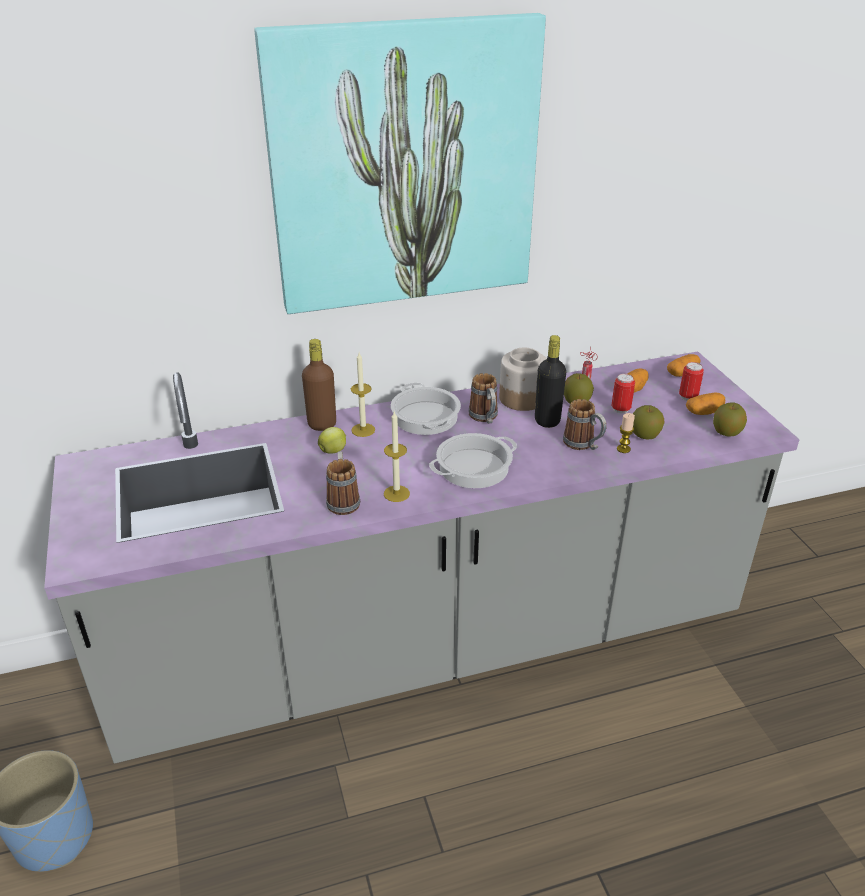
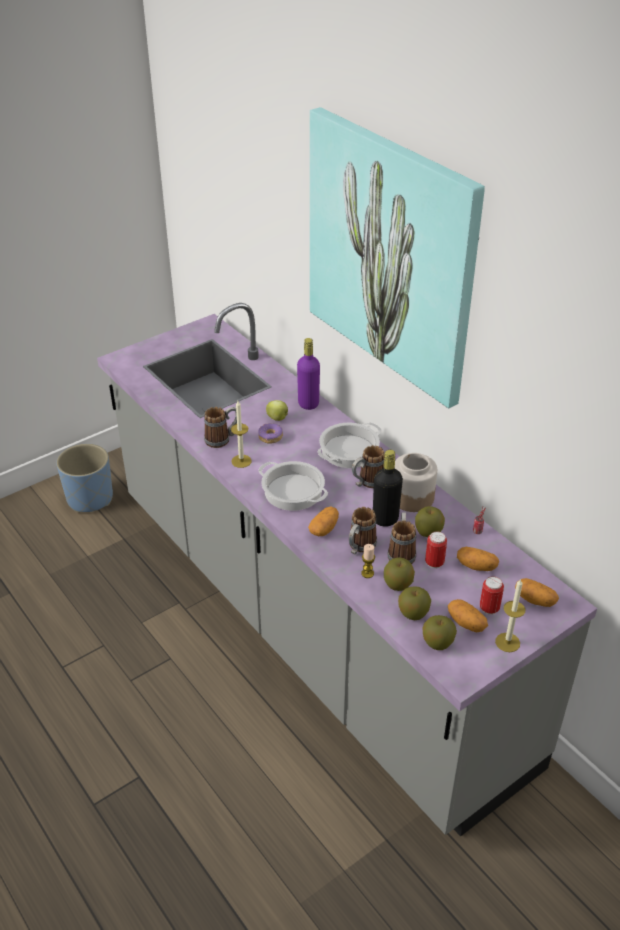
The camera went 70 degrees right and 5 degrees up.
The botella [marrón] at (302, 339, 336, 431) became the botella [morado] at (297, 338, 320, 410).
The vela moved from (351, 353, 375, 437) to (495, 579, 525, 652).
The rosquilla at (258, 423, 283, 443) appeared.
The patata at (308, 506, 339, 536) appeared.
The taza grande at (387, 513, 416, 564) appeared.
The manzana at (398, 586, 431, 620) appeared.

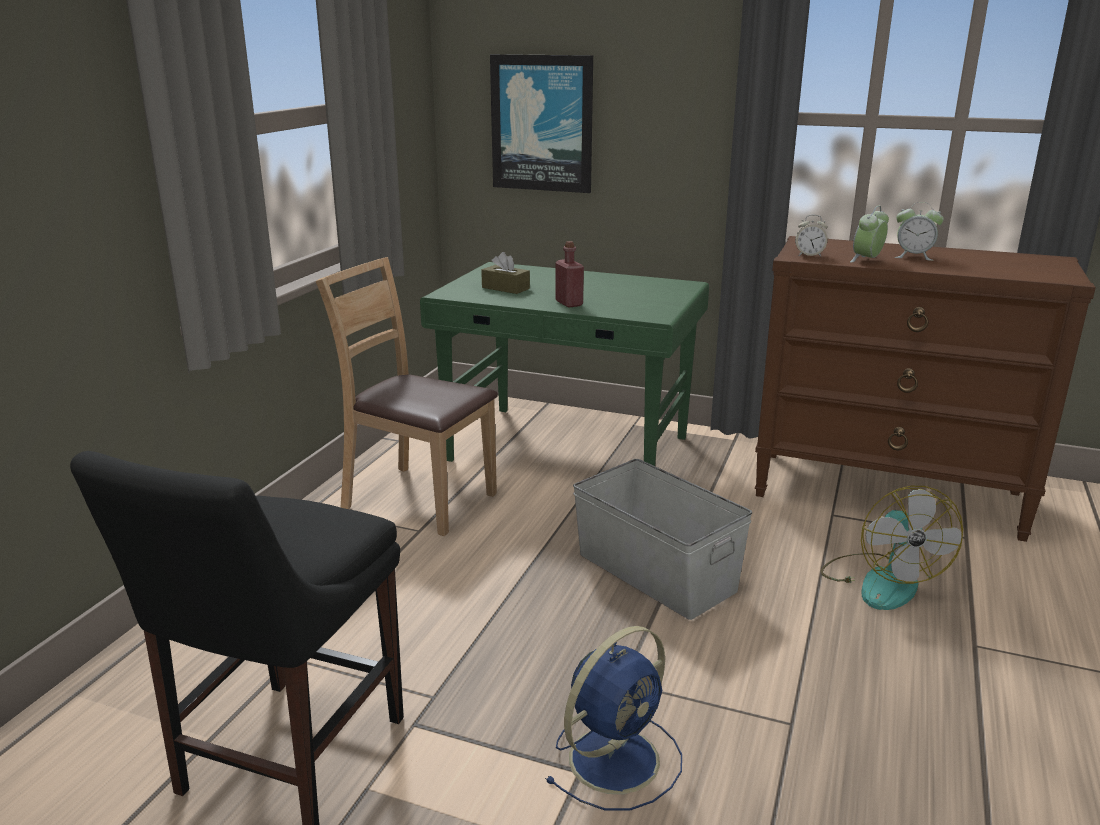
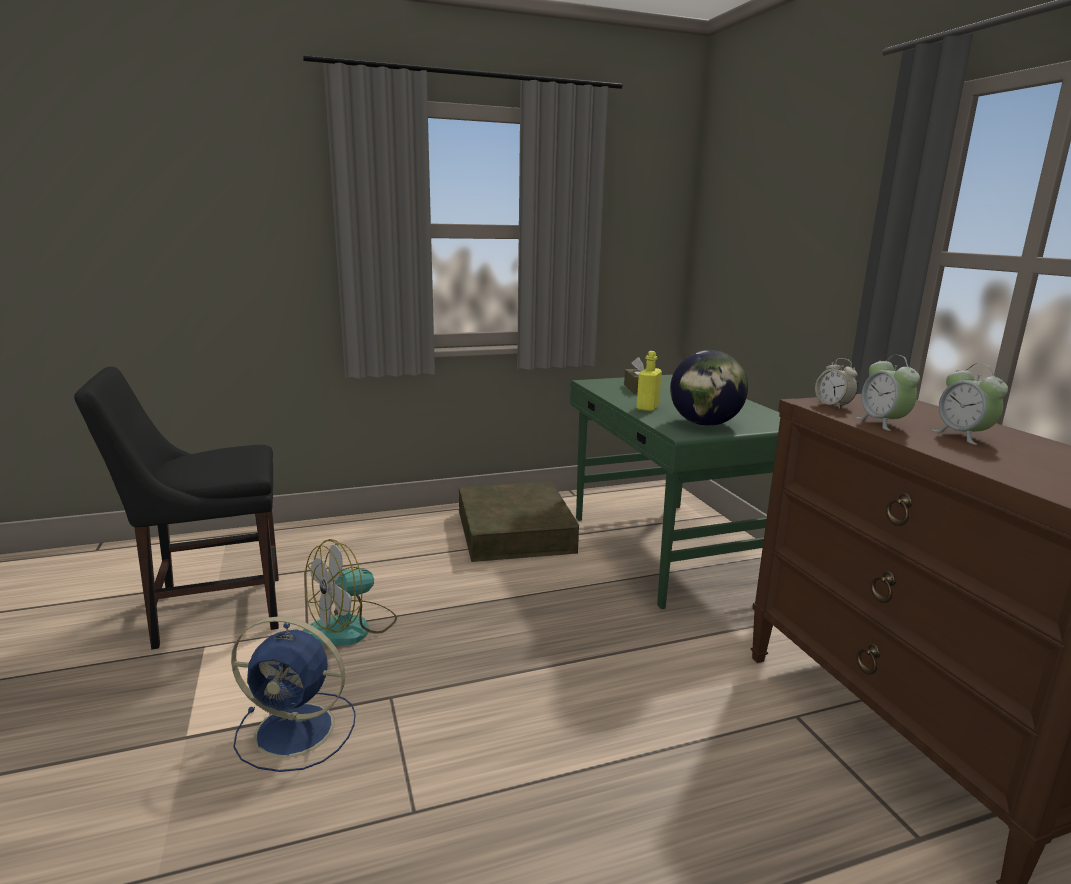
The camera went 50 degrees right and 5 degrees down.
The cuadro at (490, 54, 593, 193) disappeared.
The despertador at (850, 206, 889, 263) turned 105 degrees counterclockwise.
The botella [rojo] at (555, 241, 584, 308) became the botella [amarillo] at (637, 351, 662, 411).
The silla [marrón] at (316, 257, 498, 536) was replaced by the caja de almacenaje [marrón] at (459, 481, 579, 562).
The caja de almacenaje [gris] at (573, 459, 752, 620) disappeared.
The ventilador moved from (820, 486, 963, 610) to (303, 539, 397, 645).
The globo terráqueo at (670, 350, 748, 426) appeared.

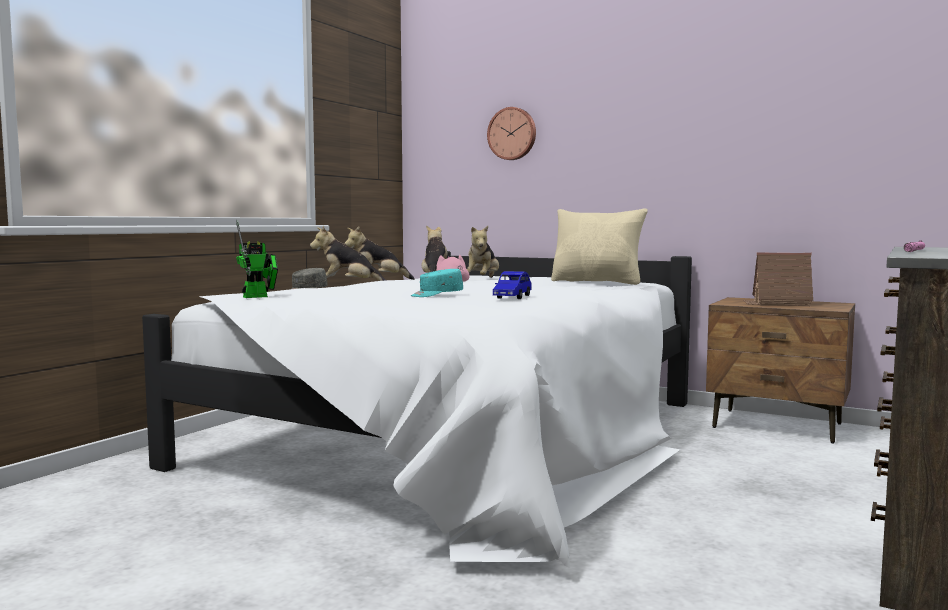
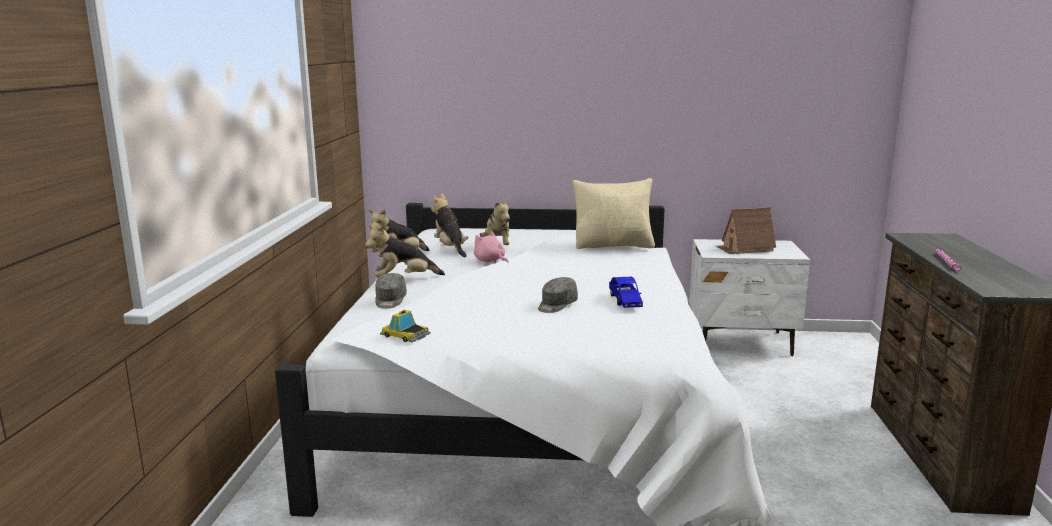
The camera went 25 degrees left and 10 degrees up.
The reloj de pared at (487, 107, 536, 160) disappeared.
The robot de juguete at (236, 220, 278, 298) was replaced by the coche de juguete at (380, 310, 431, 342).
The gorra [turquesa] at (411, 269, 463, 297) became the gorra [gris] at (538, 277, 578, 313).
The mesita de noche [marrón] at (706, 297, 855, 444) became the mesita de noche [blanco] at (689, 239, 810, 356).

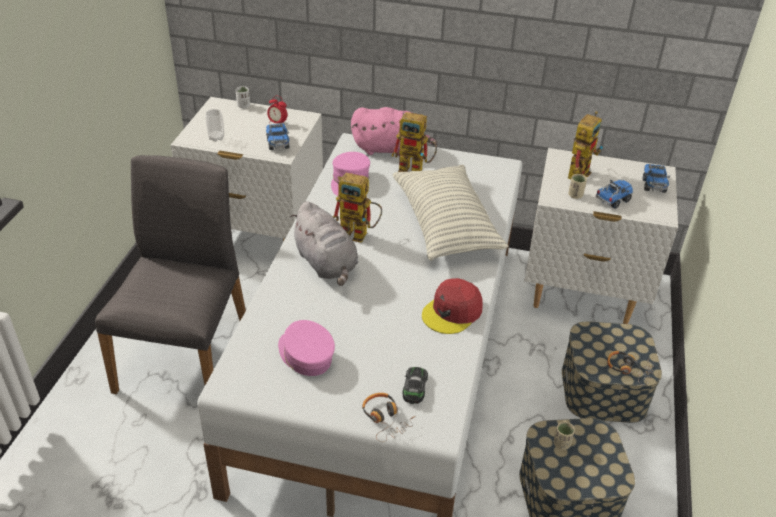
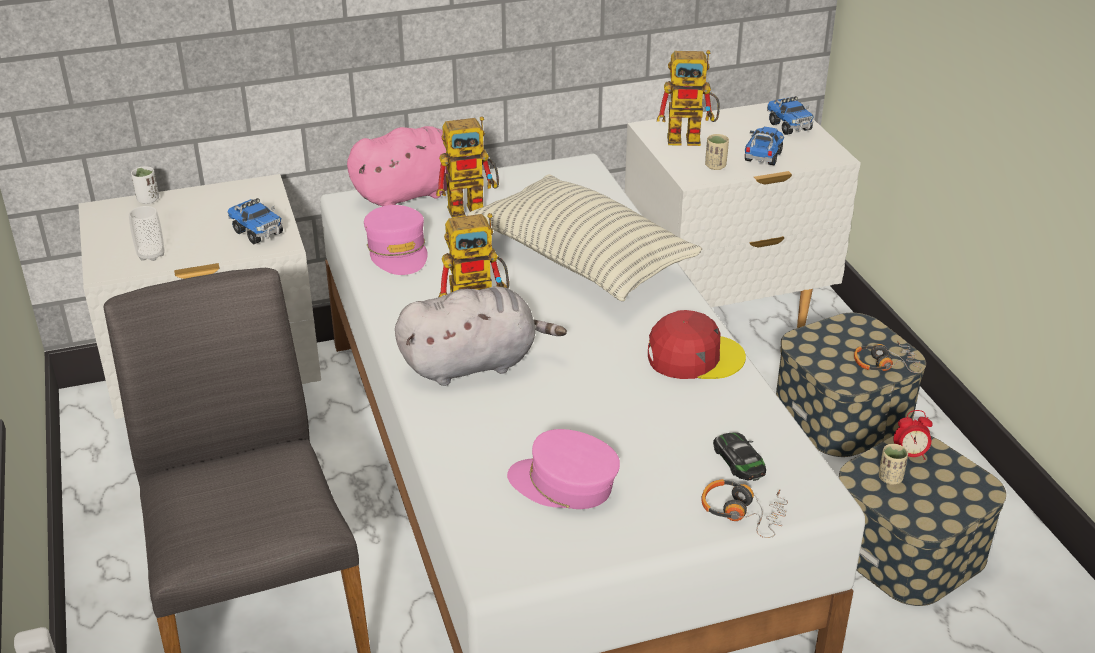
The camera went 30 degrees left and 5 degrees down.
The despertador moved from (267, 95, 287, 123) to (894, 410, 933, 460).
The robot de juguete at (568, 111, 603, 179) turned 90 degrees clockwise.
The peluche [gris] at (290, 201, 358, 286) turned 45 degrees counterclockwise.
The gorra [rojo] at (422, 278, 483, 334) turned 105 degrees counterclockwise.

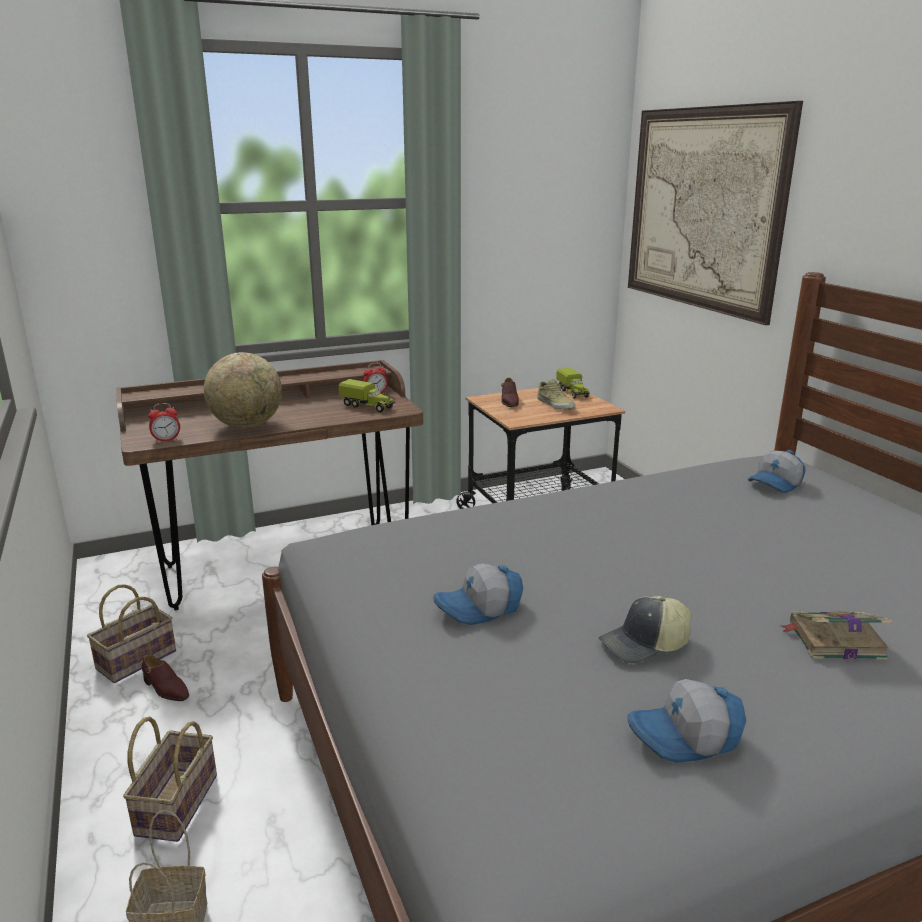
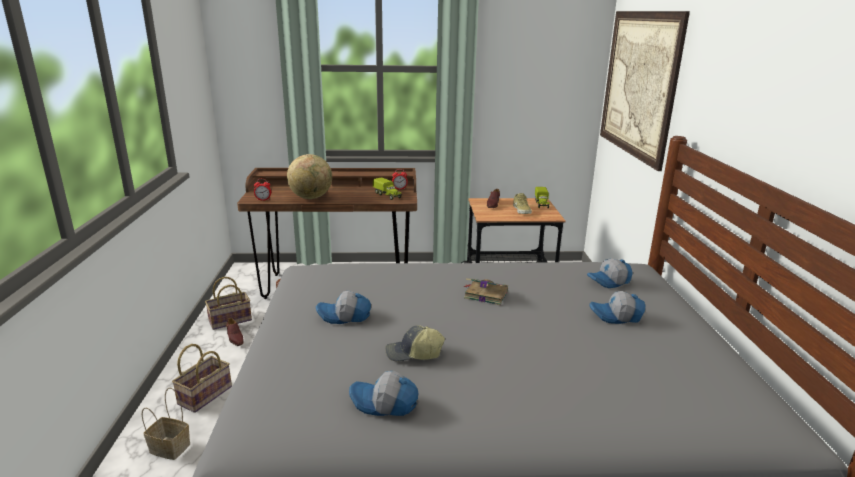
The camera went 20 degrees right and 0 degrees up.
The libro moved from (780, 611, 893, 660) to (463, 278, 508, 305).
The gorra at (589, 291, 645, 324) appeared.

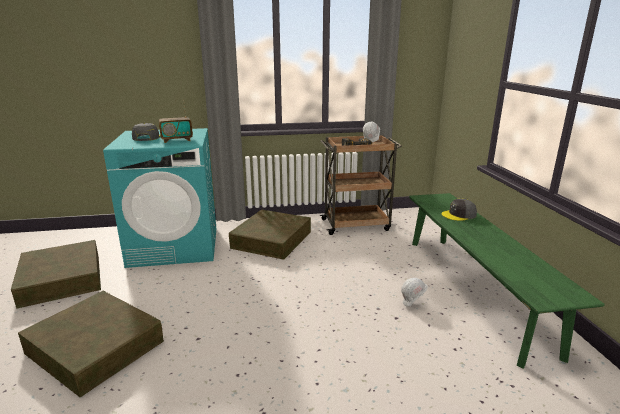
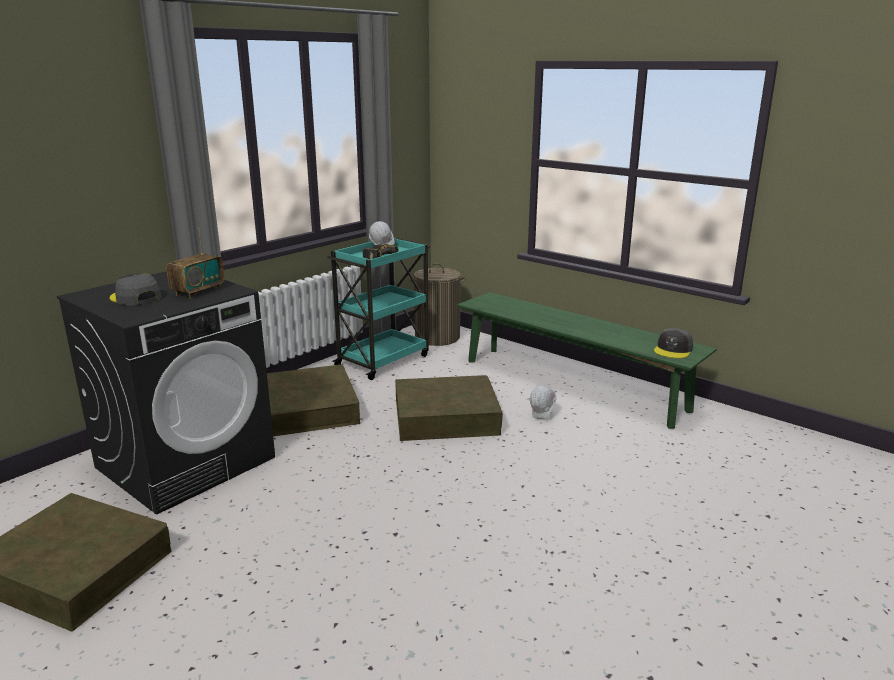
The camera went 40 degrees left and 0 degrees up.
The lavadora [turquesa] at (103, 128, 216, 268) became the lavadora [negro] at (57, 271, 275, 515).
The carrito [marrón] at (319, 135, 402, 235) became the carrito [turquesa] at (327, 238, 430, 380).
The gorra [gris] moved from (441, 198, 477, 221) to (654, 328, 693, 358).
The caja de almacenaje [marrón] moved from (18, 291, 164, 397) to (395, 375, 503, 441).
The cesto de la ropa at (408, 263, 467, 346) appeared.

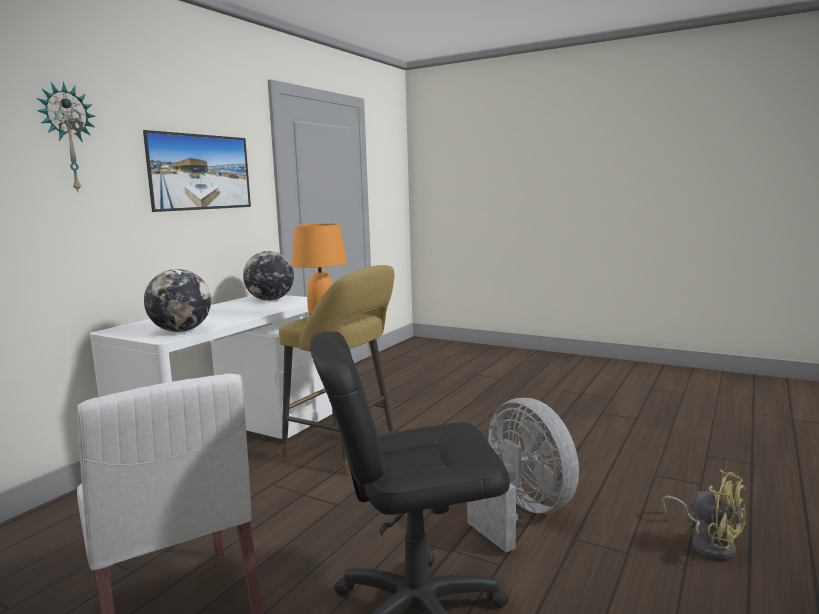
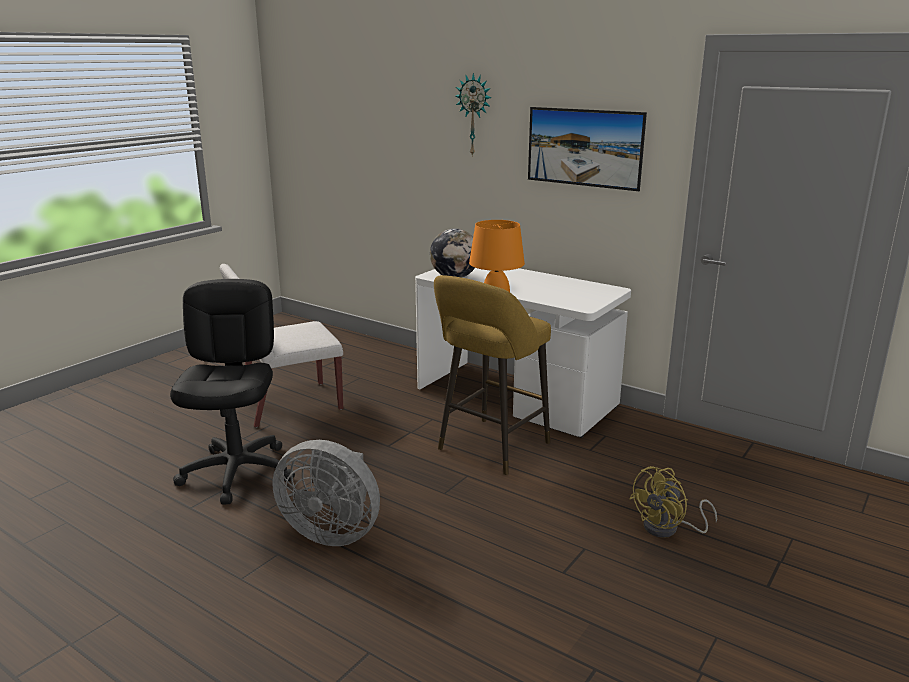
The camera went 95 degrees right and 10 degrees up.
The globo terráqueo at (243, 251, 294, 301) disappeared.
The ventilador [gris] at (467, 398, 579, 553) turned 45 degrees clockwise.
The ventilador [amarillo] moved from (662, 470, 746, 560) to (629, 466, 717, 538).

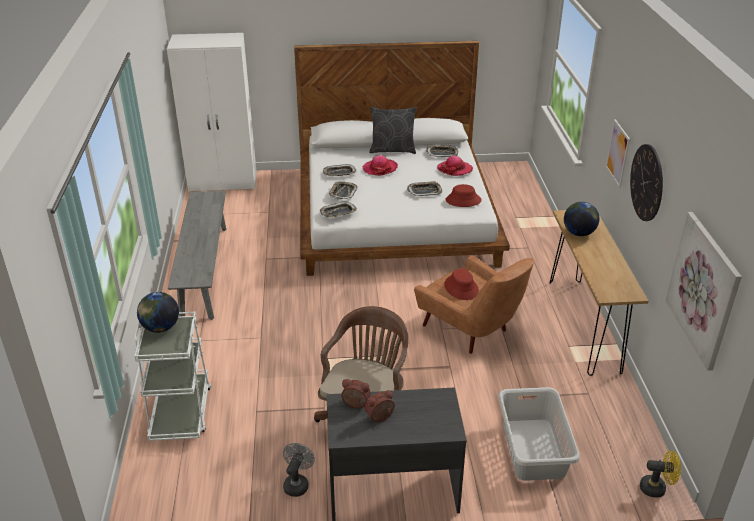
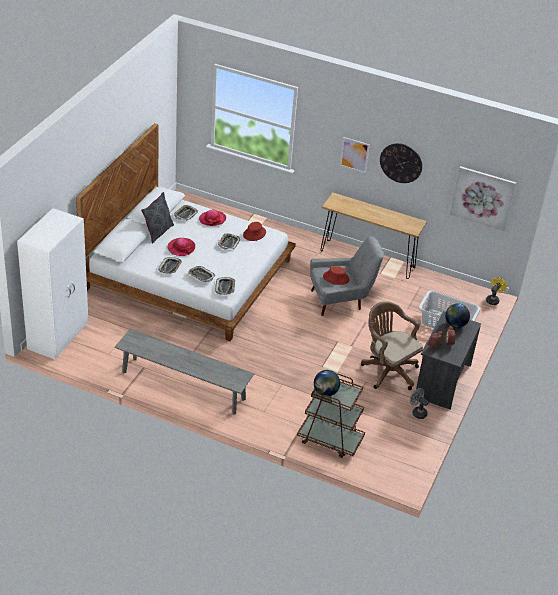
The camera went 65 degrees left and 5 degrees up.
The globo terráqueo moved from (564, 202, 599, 236) to (445, 303, 470, 328).
The sillón [marrón] at (414, 256, 534, 354) became the sillón [gris] at (310, 236, 384, 316).
The carrito [blanco] at (134, 312, 211, 441) became the carrito [marrón] at (297, 373, 365, 458).

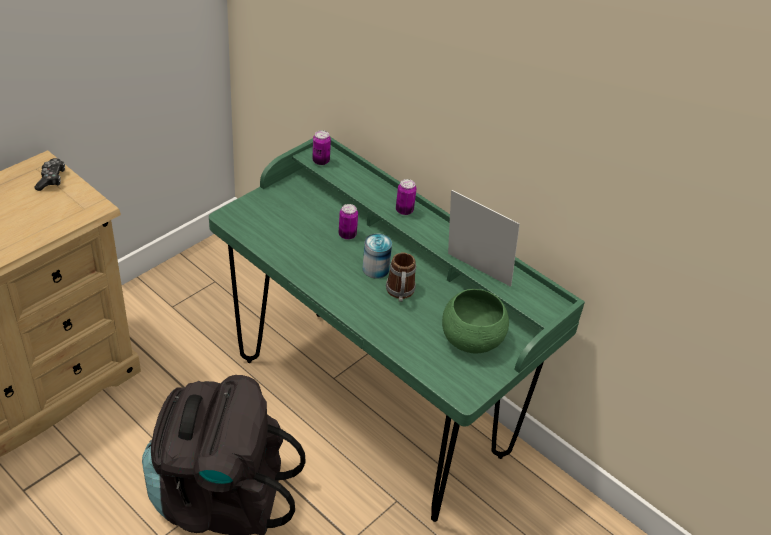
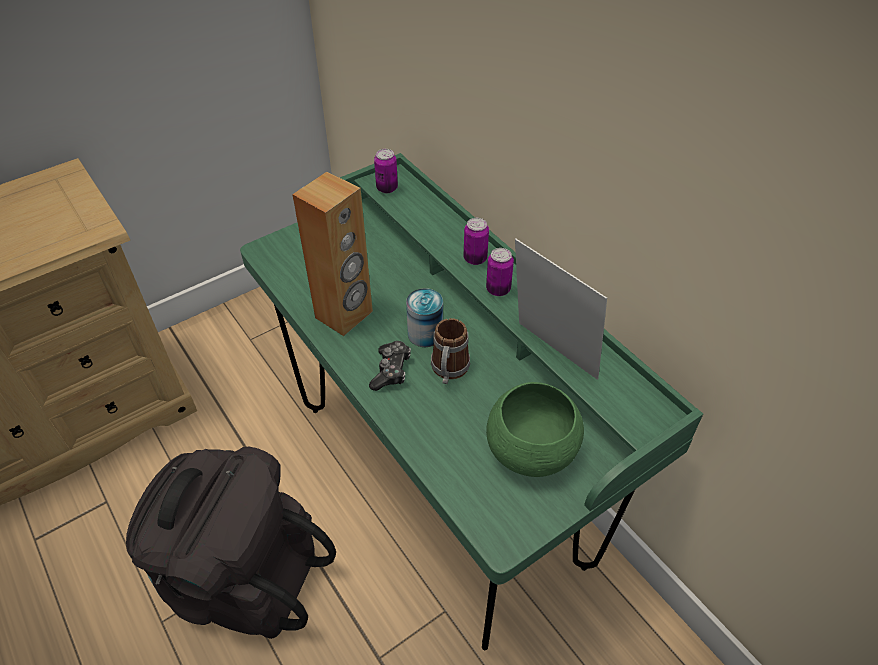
The camera went 15 degrees right and 5 degrees up.
The mando de consola moved from (35, 158, 65, 191) to (369, 341, 411, 391).
The lata moved from (339, 204, 358, 240) to (486, 248, 514, 296).
The altavoz [marrón] at (292, 172, 373, 336) appeared.

